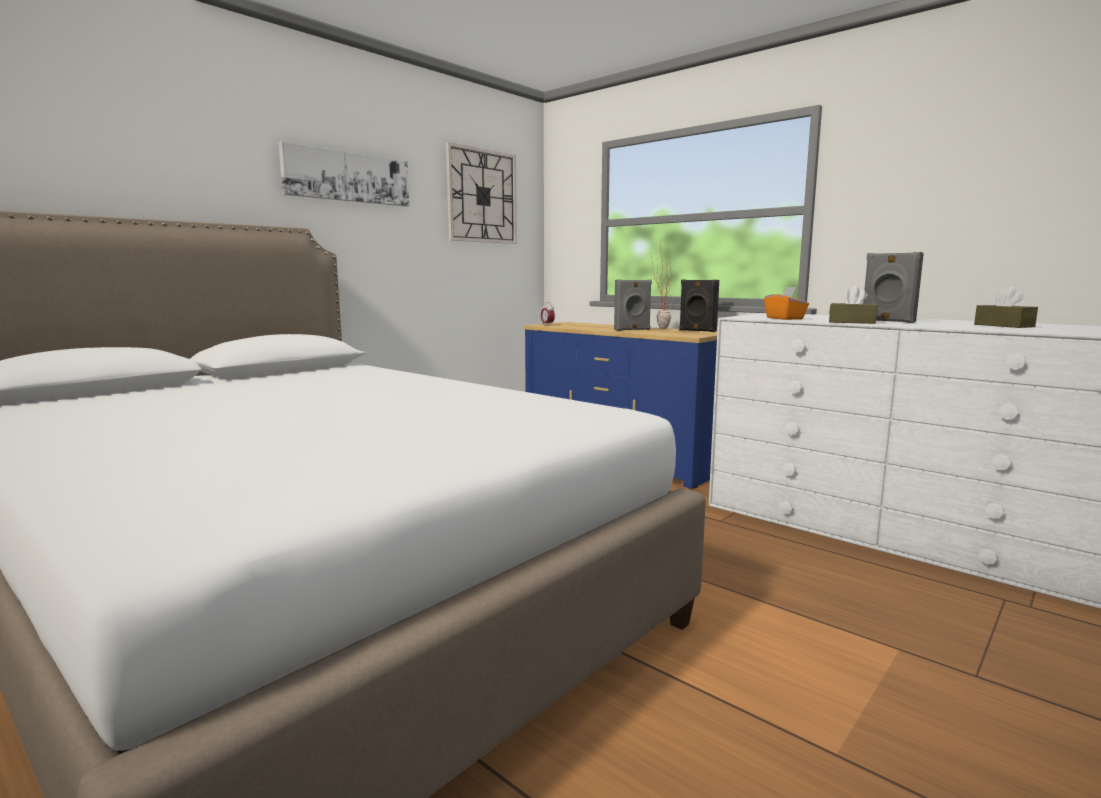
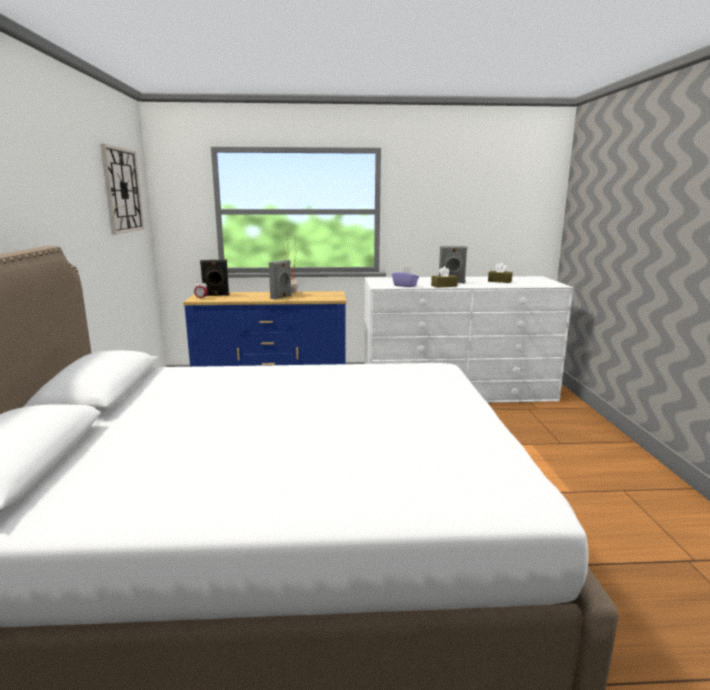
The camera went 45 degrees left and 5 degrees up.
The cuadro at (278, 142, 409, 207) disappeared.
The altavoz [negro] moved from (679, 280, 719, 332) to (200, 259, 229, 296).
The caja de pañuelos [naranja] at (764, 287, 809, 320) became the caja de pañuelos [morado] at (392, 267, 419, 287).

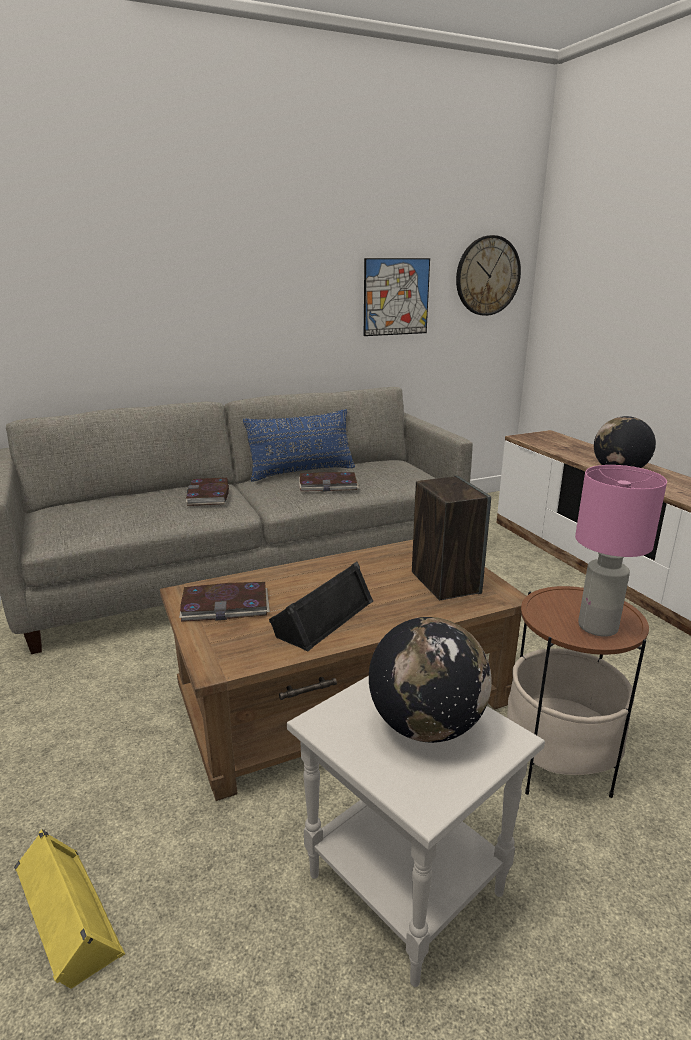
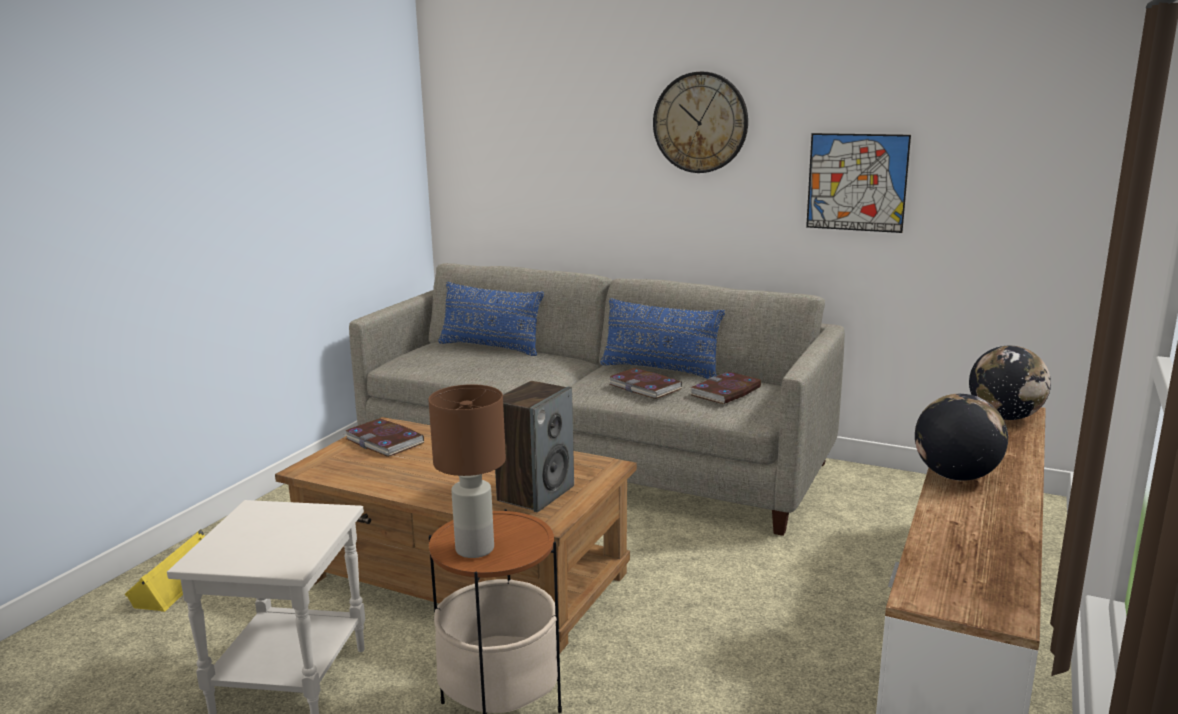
The camera went 50 degrees right and 5 degrees down.
The reloj de pared moved from (456, 235, 521, 316) to (653, 72, 748, 173).
The lámpara de mesa [rosa] at (575, 465, 667, 637) became the lámpara de mesa [marrón] at (428, 384, 506, 558).
The libro moved from (186, 478, 229, 506) to (691, 372, 761, 404).
The altavoz [negro] at (269, 562, 373, 651) disappeared.
The globo terráqueo moved from (369, 617, 492, 743) to (969, 346, 1051, 420).
The cojín [azul] at (438, 282, 544, 356) appeared.

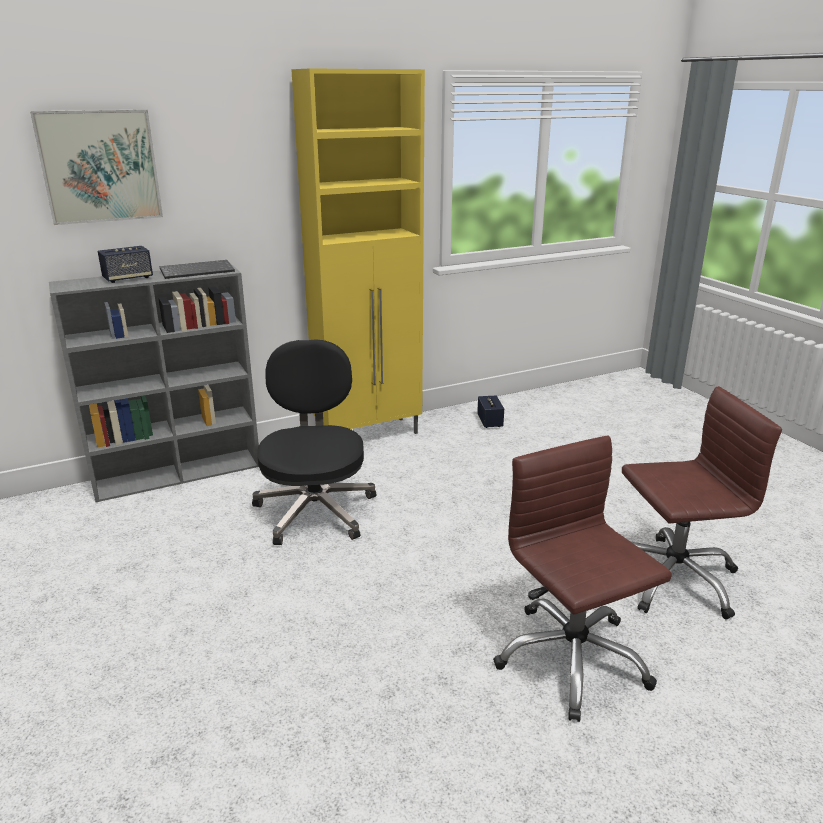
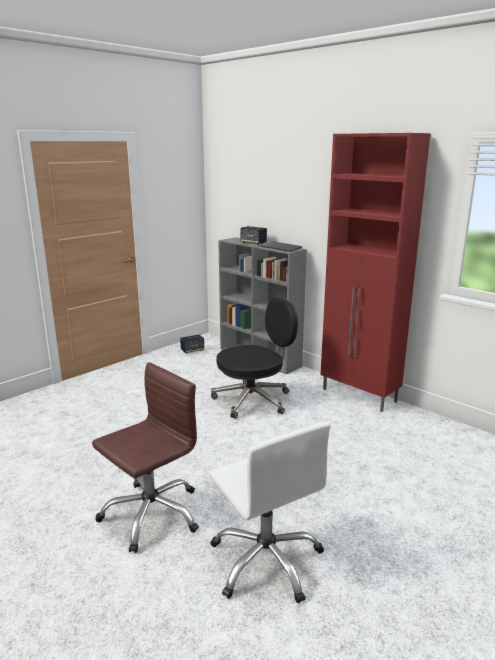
The camera went 70 degrees right and 5 degrees down.
The armario [amarillo] at (291, 68, 425, 434) became the armario [rojo] at (321, 133, 431, 412).
The cuadro at (30, 109, 163, 225) disappeared.
The silla de oficina [marrón] at (622, 386, 782, 619) became the silla de oficina [blanco] at (209, 422, 331, 603).
The altavoz moved from (477, 396, 504, 428) to (180, 335, 204, 353).

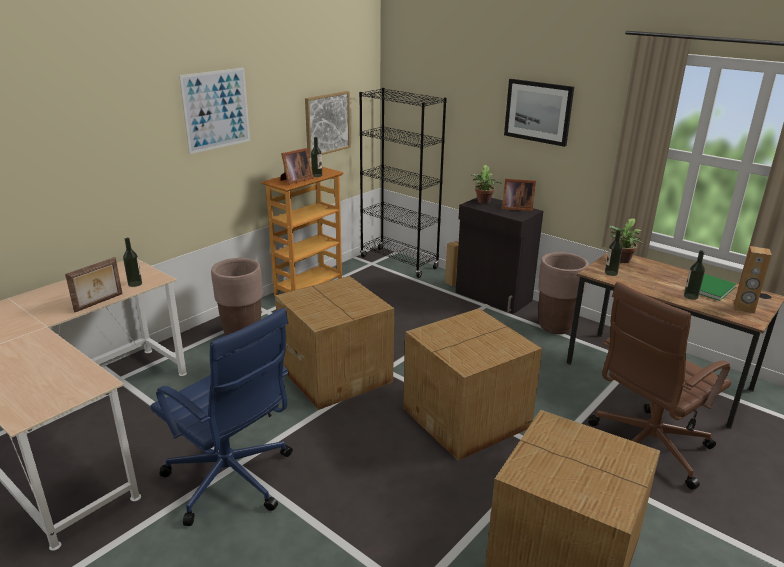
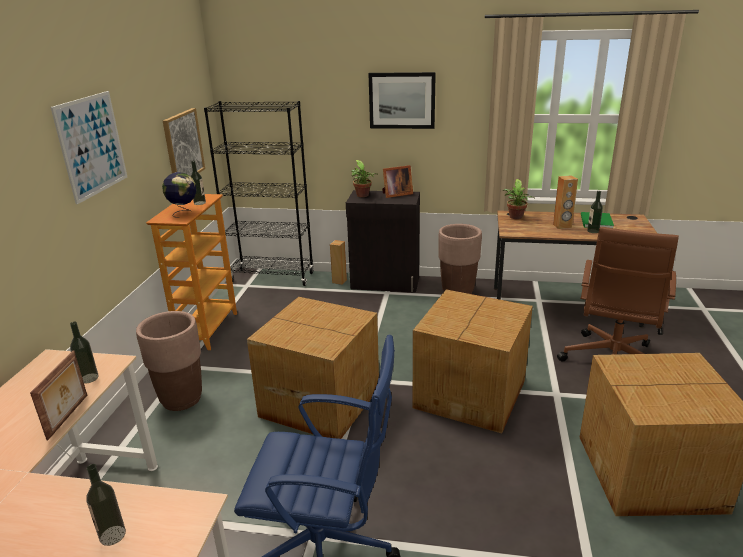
The camera went 30 degrees left and 0 degrees up.
The portarretratos at (280, 148, 314, 185) was replaced by the globo terráqueo at (162, 172, 197, 218).
The botella moved from (605, 229, 622, 276) to (86, 464, 126, 546).
The altavoz [marrón] moved from (734, 246, 772, 314) to (553, 175, 578, 229).

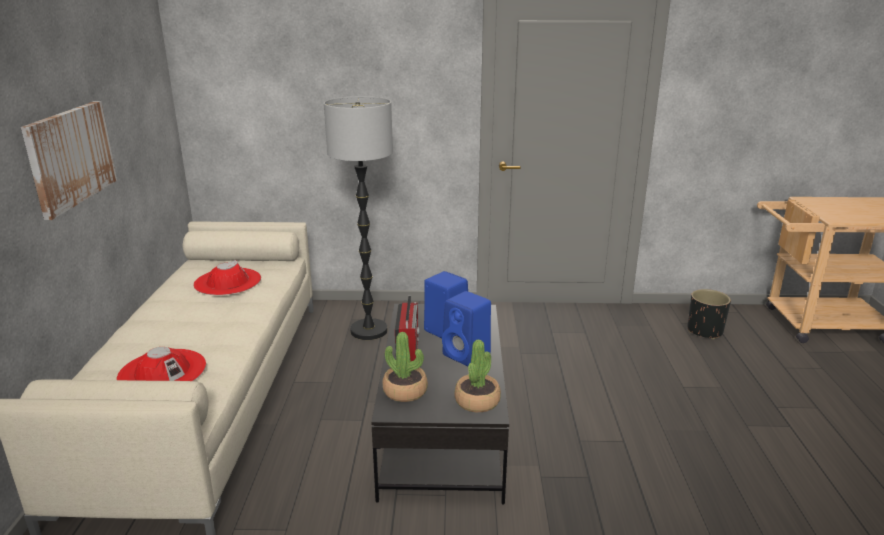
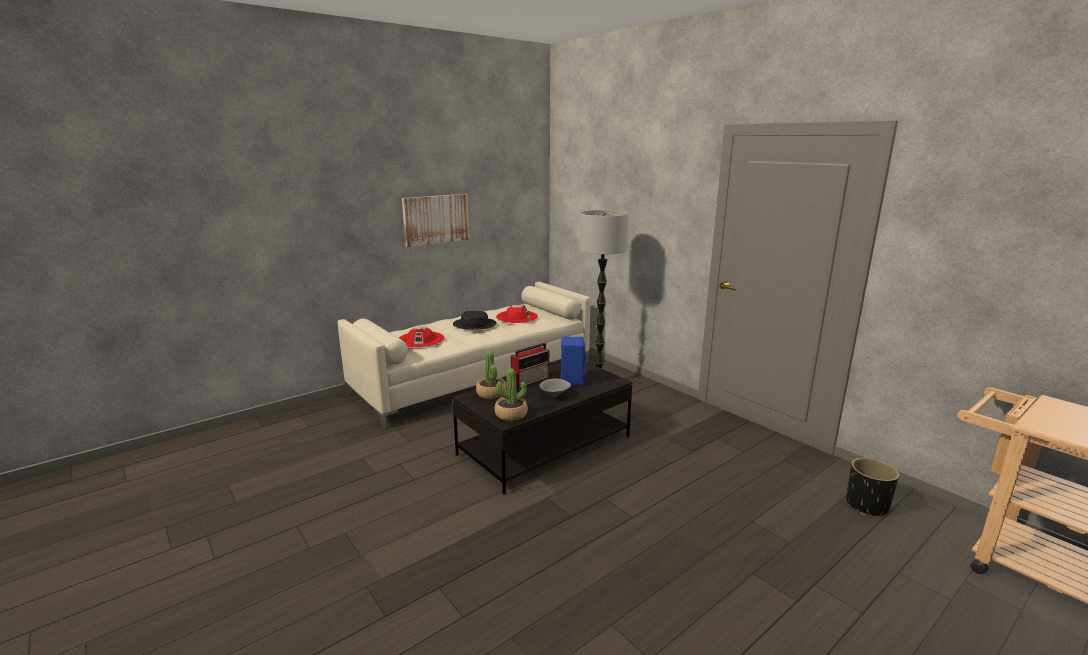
The camera went 50 degrees right and 5 degrees down.
The altavoz [azul] at (442, 291, 491, 366) was replaced by the cuenco [gris] at (539, 378, 571, 397).
The sombrero [negro] at (453, 311, 496, 330) appeared.

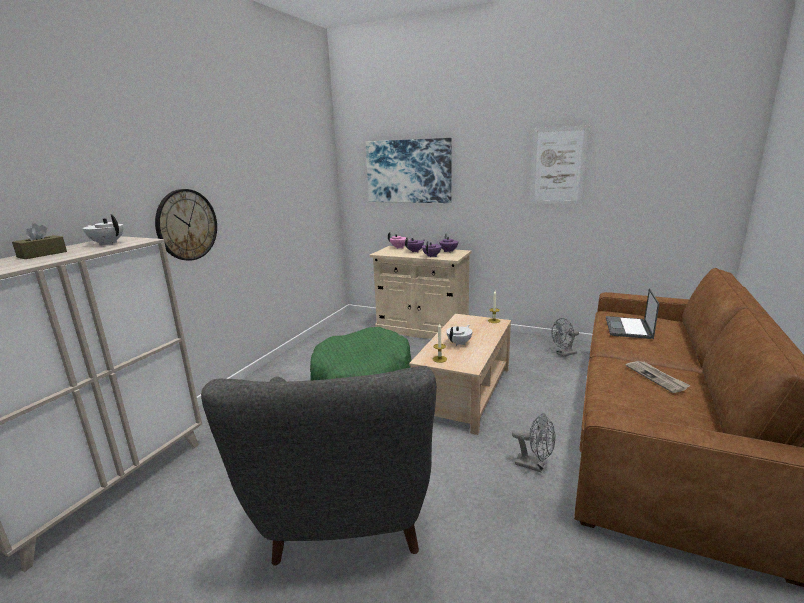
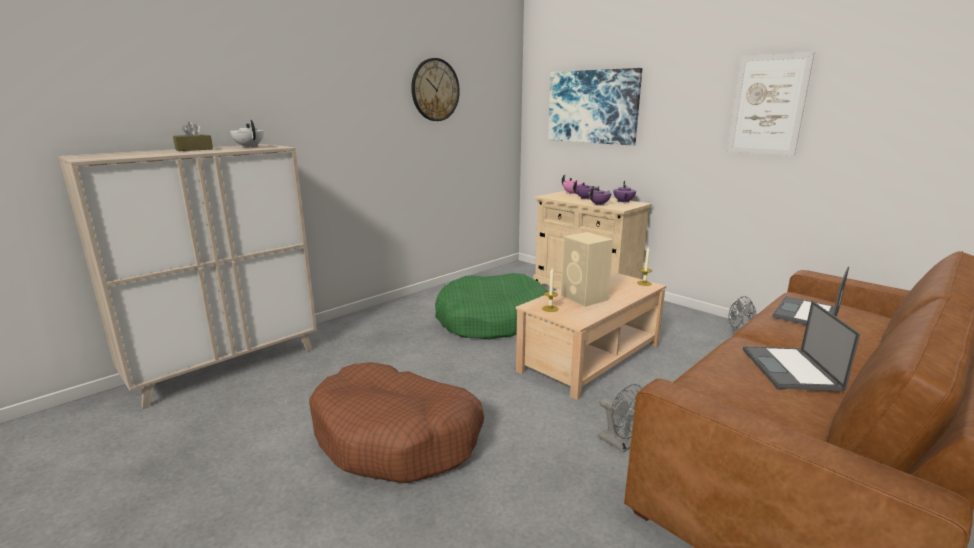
The camera went 20 degrees right and 0 degrees up.
The reloj de pared moved from (155, 189, 217, 261) to (411, 58, 460, 121).
The tetera [blanco] at (446, 325, 472, 346) was replaced by the altavoz [beis] at (561, 232, 613, 307).
The periódico at (625, 361, 691, 393) was replaced by the portátil at (743, 301, 860, 391).
The sillón [gris] at (201, 366, 436, 566) was replaced by the cama para perro [marrón] at (309, 362, 484, 483).

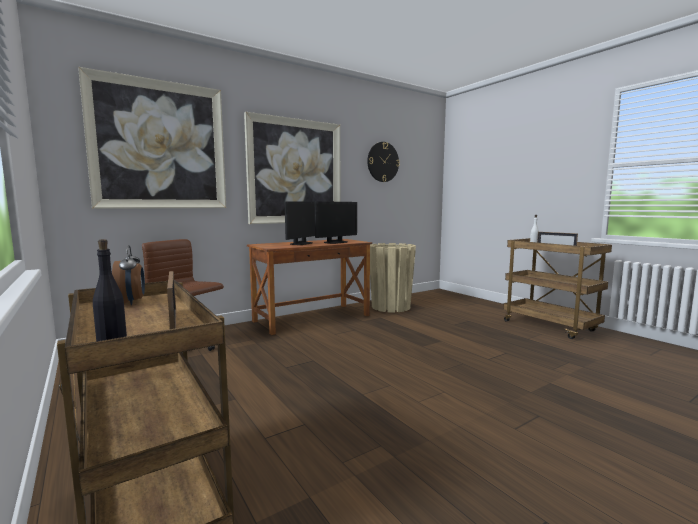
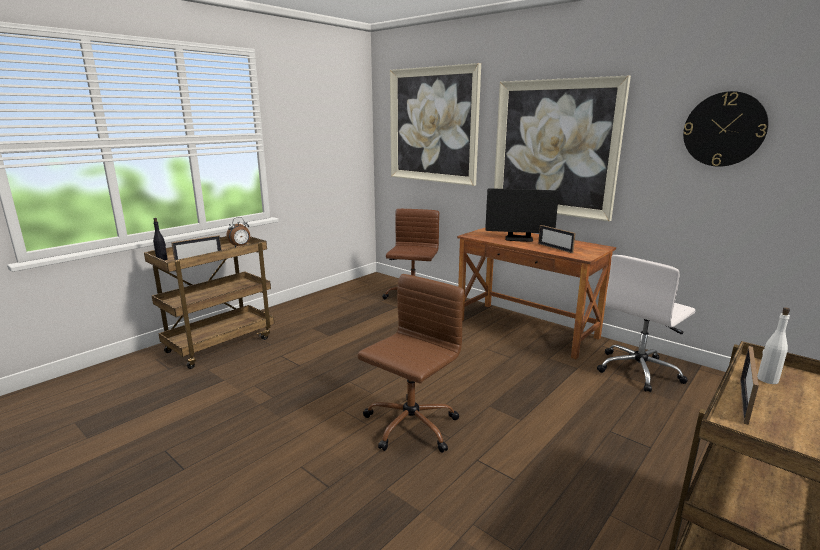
The camera went 75 degrees right and 10 degrees up.
The monitor at (315, 202, 357, 244) was replaced by the portarretratos at (538, 225, 576, 253).
The maceta [beis] at (370, 243, 416, 313) was replaced by the silla de oficina [blanco] at (597, 255, 695, 392).
The silla de oficina [marrón] at (358, 274, 464, 453) appeared.

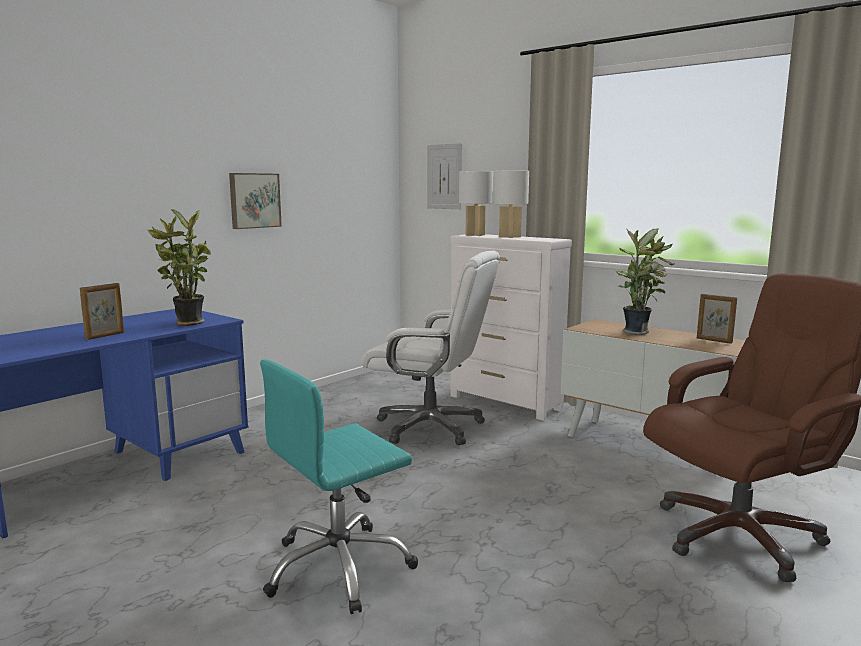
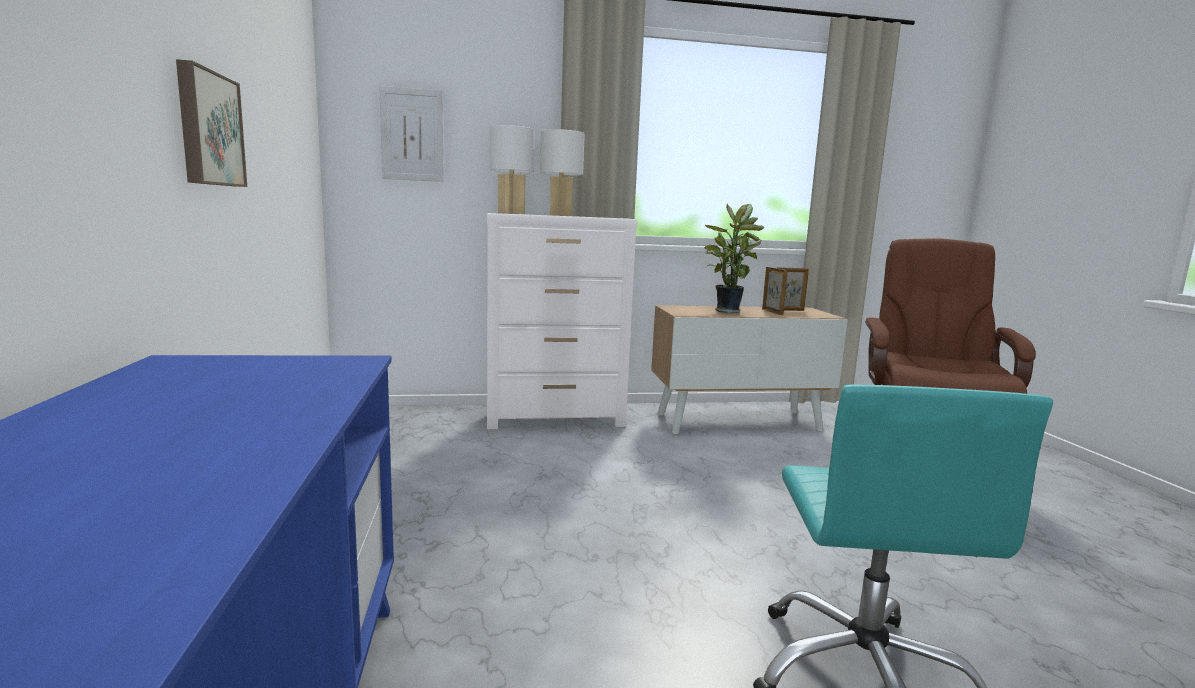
The camera went 50 degrees left and 0 degrees up.
The planta en maceta at (148, 209, 211, 326) disappeared.
The silla de oficina [blanco] at (362, 251, 500, 445) disappeared.
The portarretratos moved from (80, 283, 124, 340) to (762, 267, 788, 315).

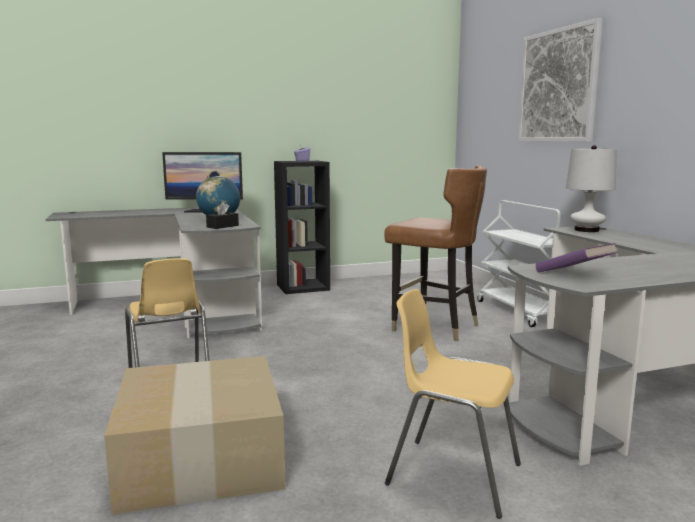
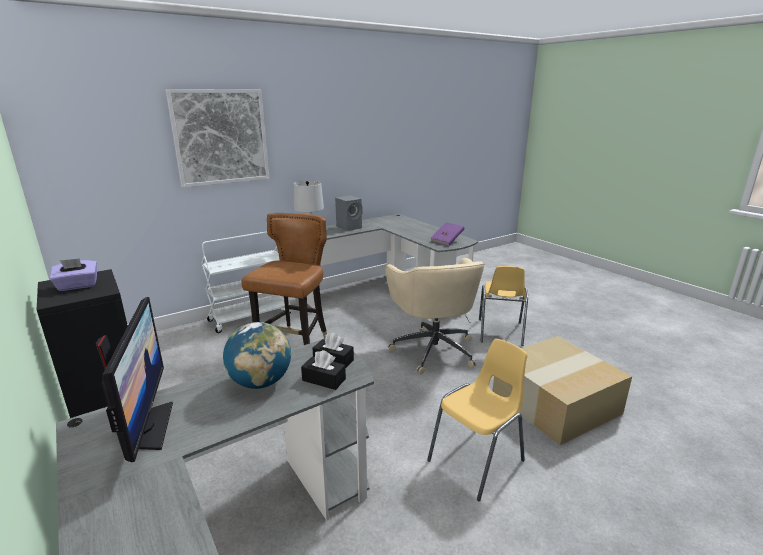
The camera went 105 degrees left and 10 degrees up.
The altavoz [gris] at (335, 195, 363, 231) appeared.
The silla de oficina [beis] at (386, 258, 485, 374) appeared.
The caja de pañuelos [negro] at (301, 350, 346, 390) appeared.

